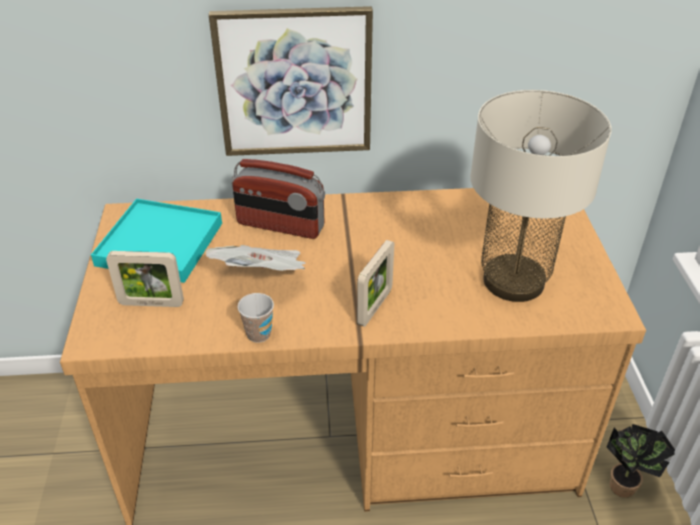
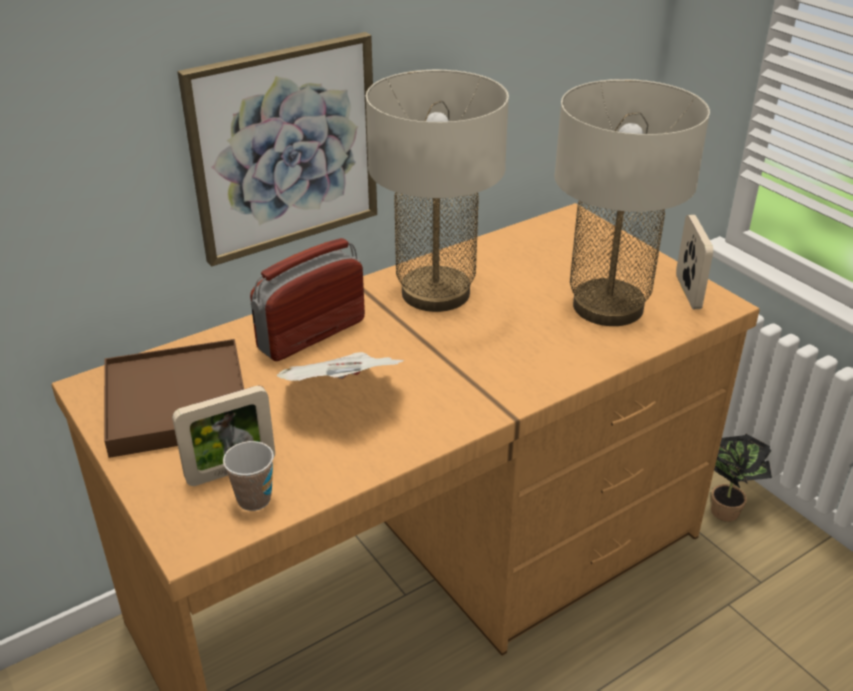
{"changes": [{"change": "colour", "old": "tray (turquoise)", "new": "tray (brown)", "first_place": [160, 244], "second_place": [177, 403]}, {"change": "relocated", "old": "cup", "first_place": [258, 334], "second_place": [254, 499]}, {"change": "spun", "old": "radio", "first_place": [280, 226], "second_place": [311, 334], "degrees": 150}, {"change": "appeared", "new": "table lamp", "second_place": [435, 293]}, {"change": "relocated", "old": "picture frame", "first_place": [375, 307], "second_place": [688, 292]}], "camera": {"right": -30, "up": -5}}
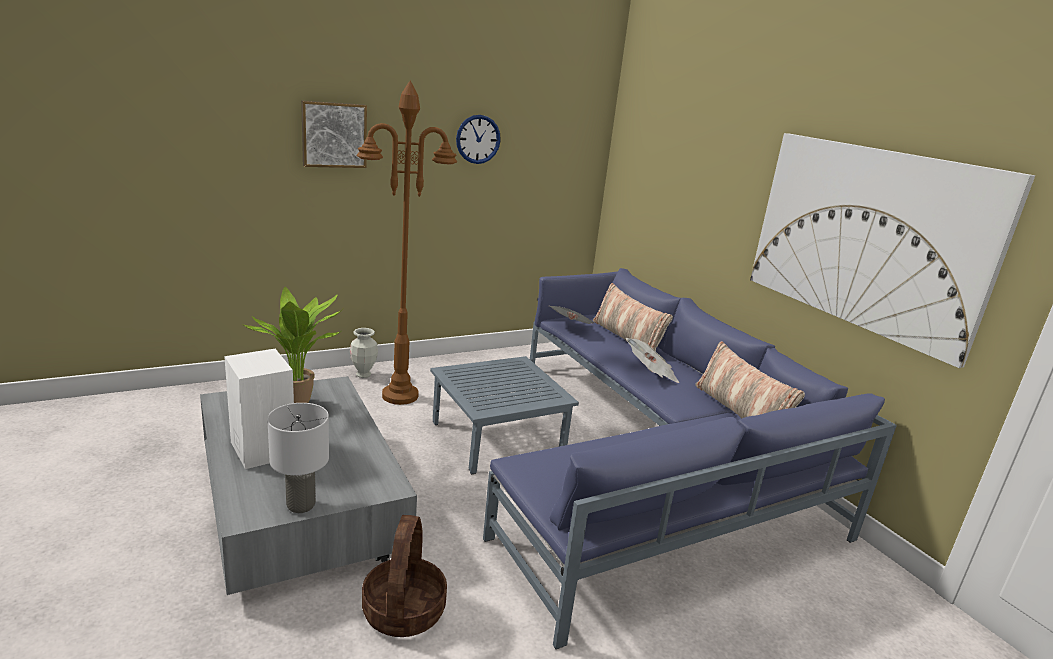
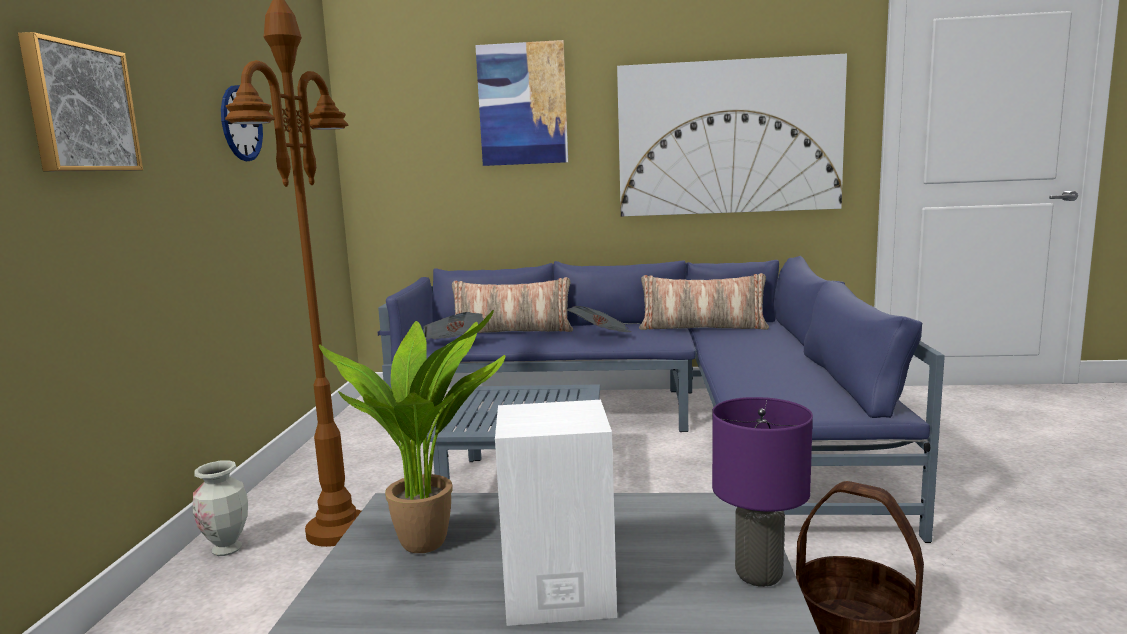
{"changes": [{"change": "appeared", "new": "picture", "second_place": [522, 104]}, {"change": "colour", "old": "table lamp (white)", "new": "table lamp (purple)", "first_place": [299, 506], "second_place": [759, 577]}], "camera": {"right": -55, "up": -10}}
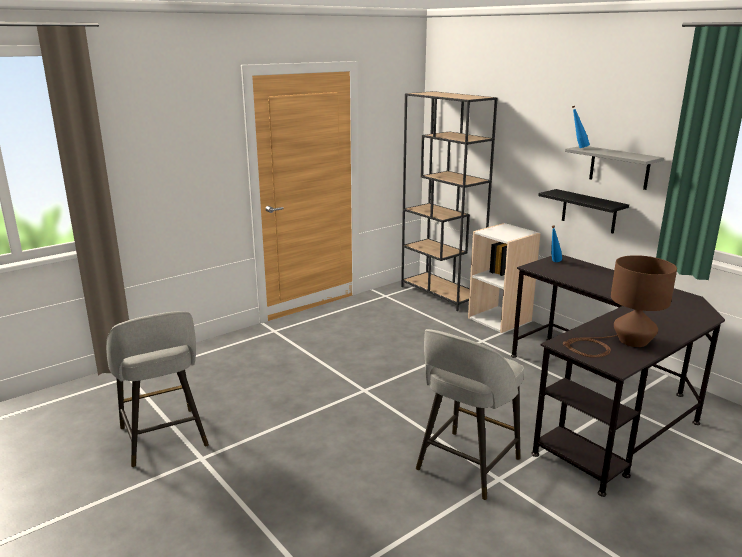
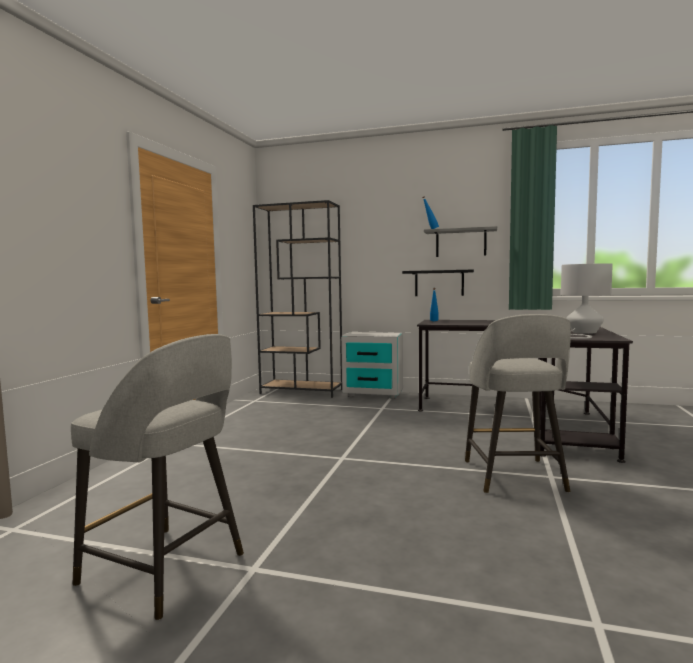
{"changes": [{"change": "exchanged", "old": "bookcase", "new": "nightstand (white)", "first_place": [500, 319], "second_place": [373, 395]}, {"change": "colour", "old": "table lamp (brown)", "new": "table lamp (white)", "first_place": [615, 343], "second_place": [579, 334]}], "camera": {"right": -35, "up": -15}}
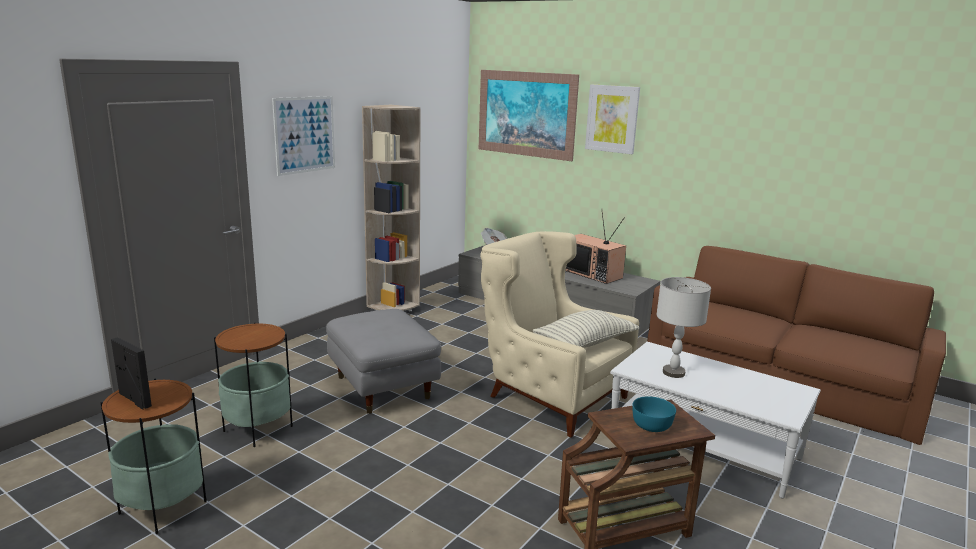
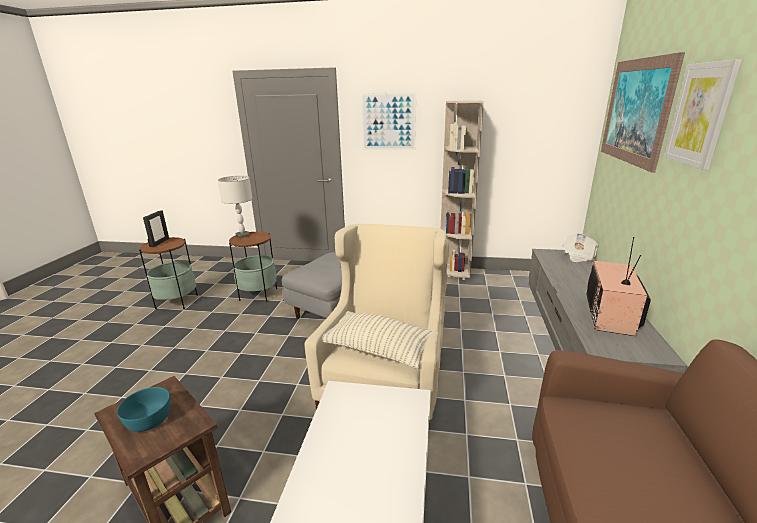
{"changes": [{"change": "relocated", "old": "table lamp (grey)", "first_place": [674, 373], "second_place": [242, 235]}], "camera": {"right": 65, "up": 5}}
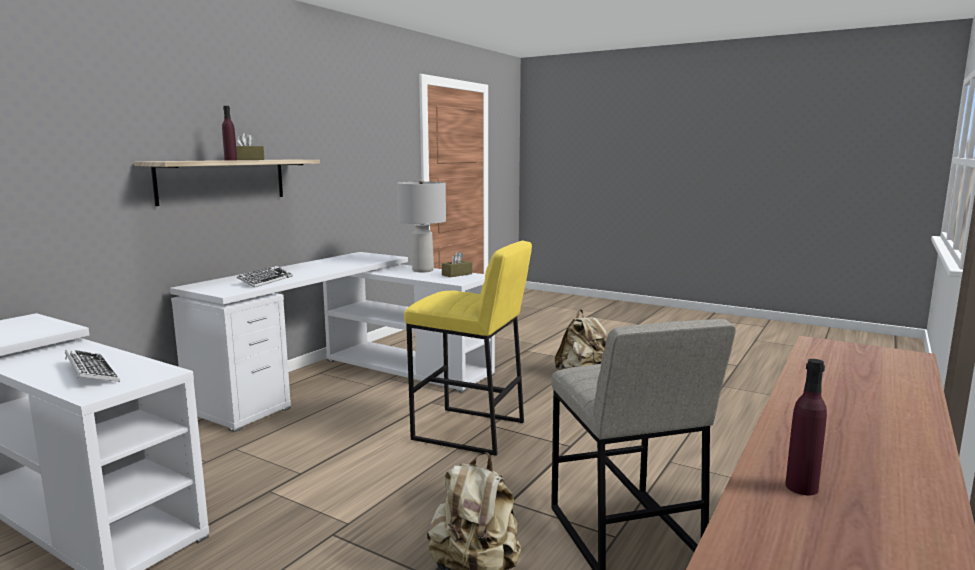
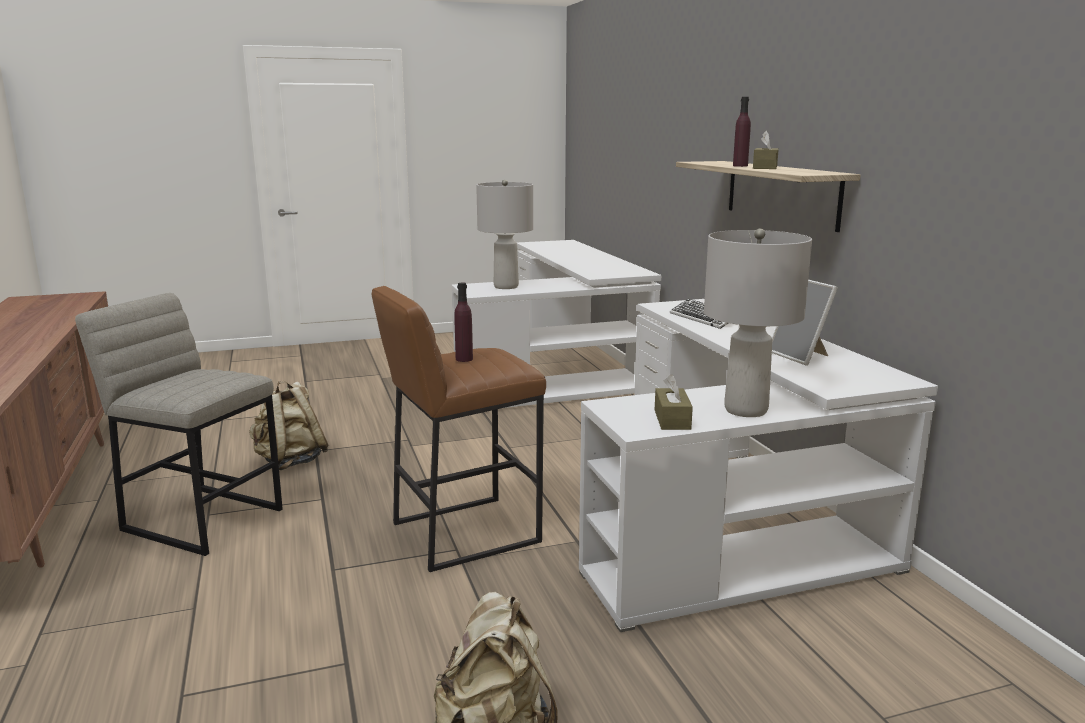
{"changes": [{"change": "colour", "old": "stool (yellow)", "new": "stool (brown)", "first_place": [470, 431], "second_place": [463, 533]}, {"change": "relocated", "old": "bottle (purple)", "first_place": [801, 487], "second_place": [464, 359]}, {"change": "exchanged", "old": "keyboard", "new": "table lamp (grey)", "first_place": [91, 372], "second_place": [506, 286]}, {"change": "appeared", "new": "picture frame", "second_place": [801, 356]}], "camera": {"right": 130, "up": 5}}
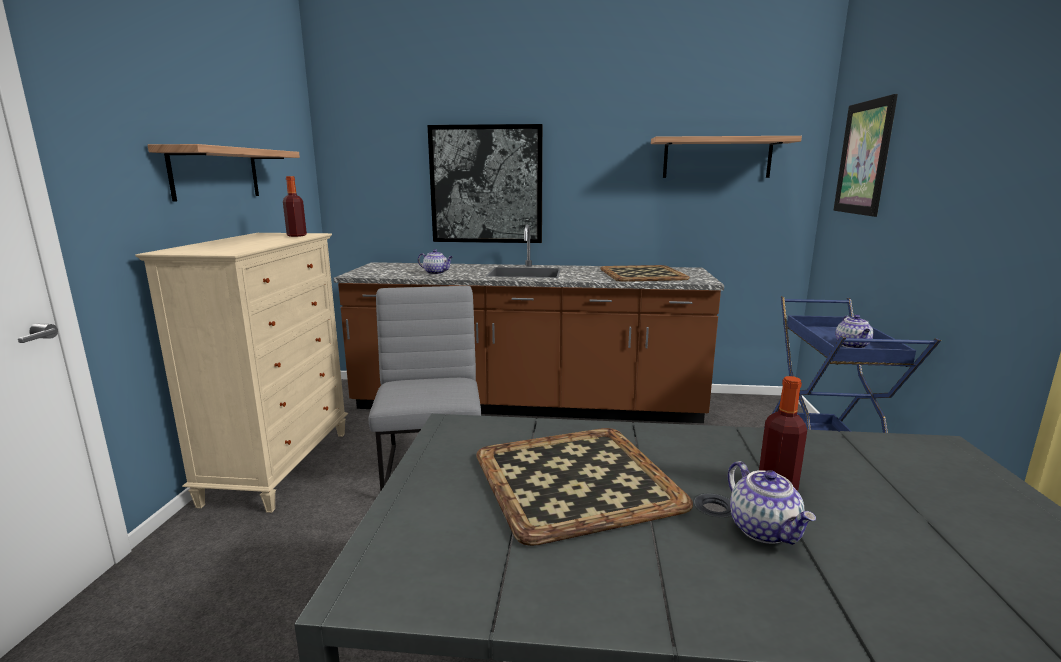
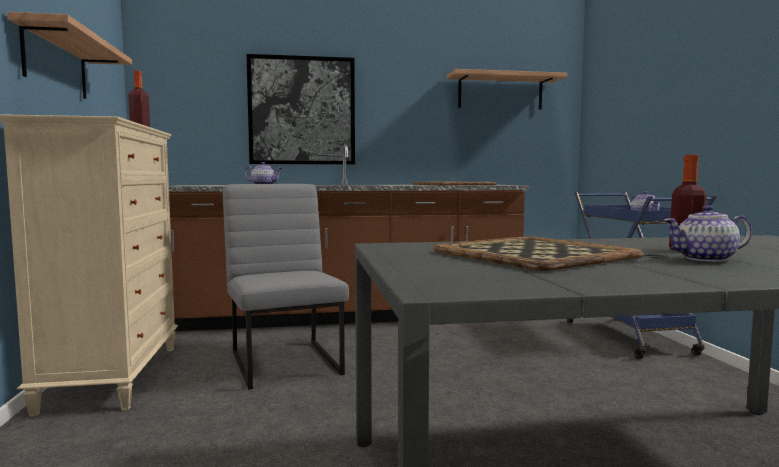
{"changes": [{"change": "spun", "old": "teapot", "first_place": [764, 530], "second_place": [705, 259], "degrees": 120}, {"change": "missing", "old": "picture", "first_place": [864, 158]}], "camera": {"right": -15, "up": -10}}
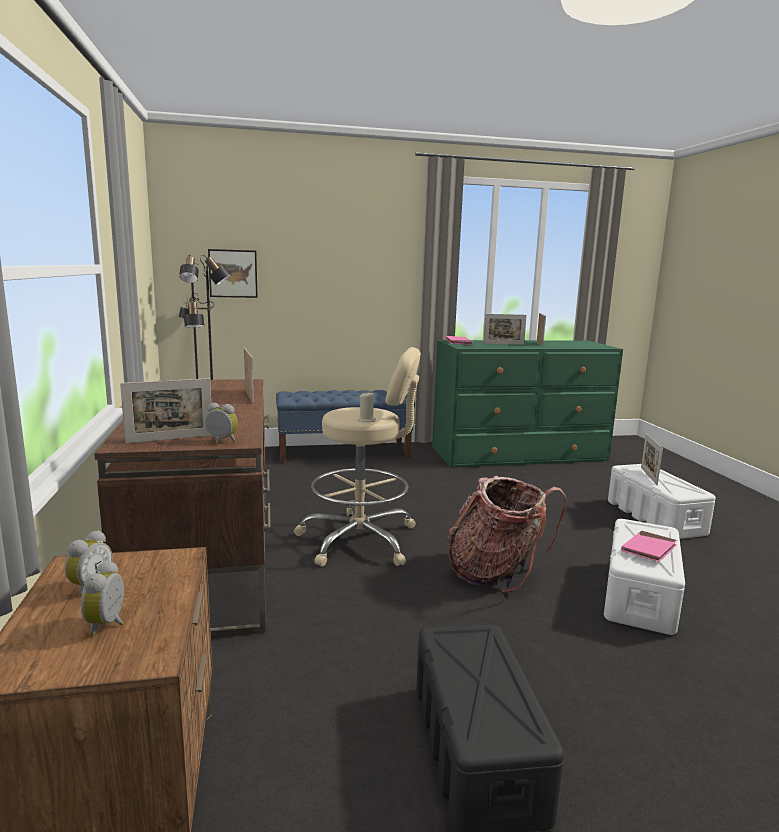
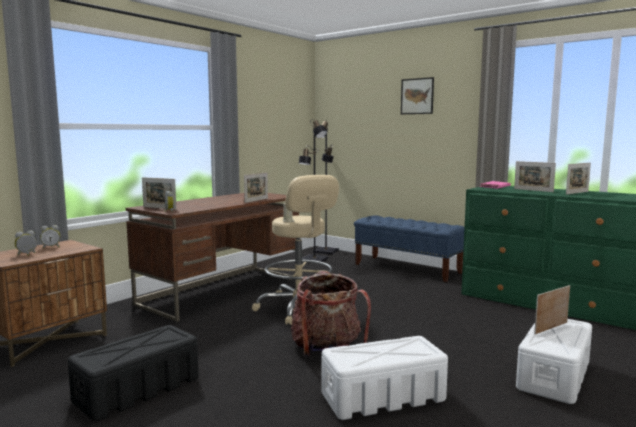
{"changes": [{"change": "relocated", "old": "picture", "first_place": [233, 273], "second_place": [417, 96]}, {"change": "missing", "old": "book (pink)", "first_place": [649, 549]}], "camera": {"right": 50, "up": -5}}
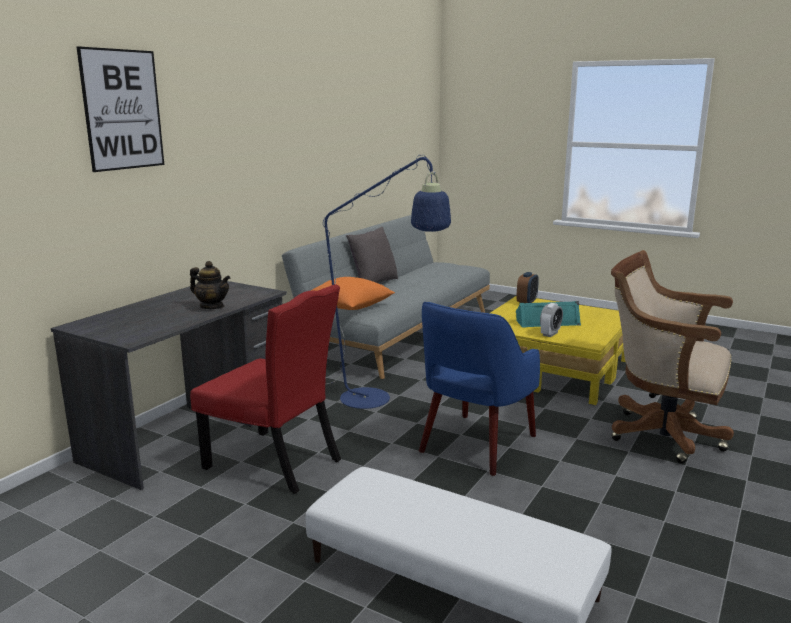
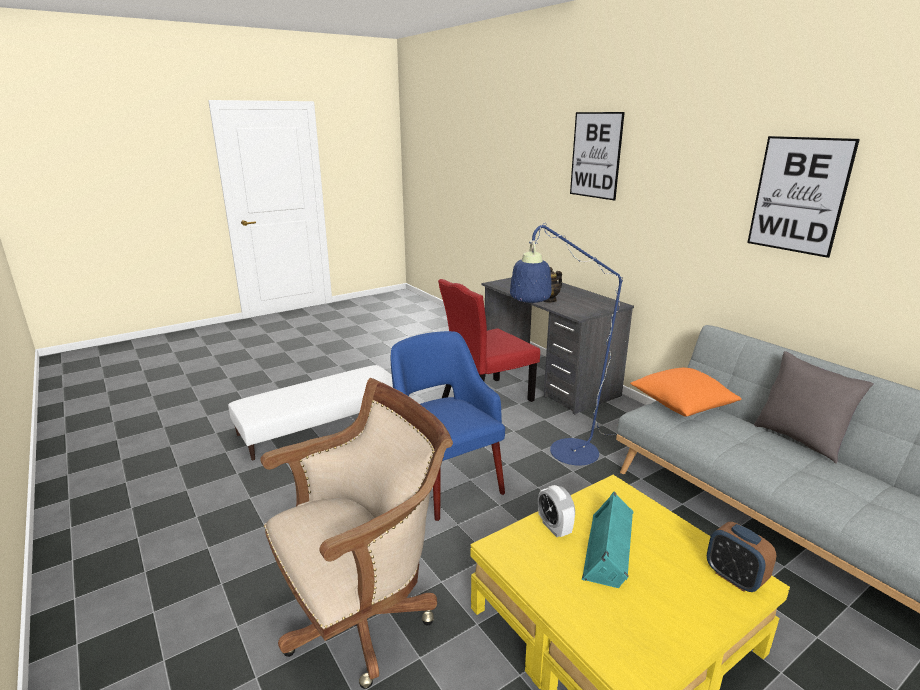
{"changes": [{"change": "appeared", "new": "picture", "second_place": [798, 195]}], "camera": {"right": 115, "up": 5}}
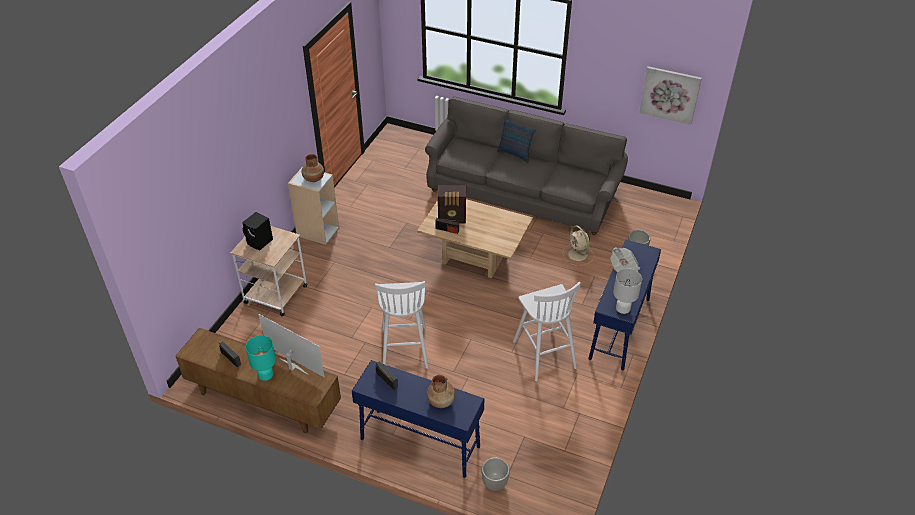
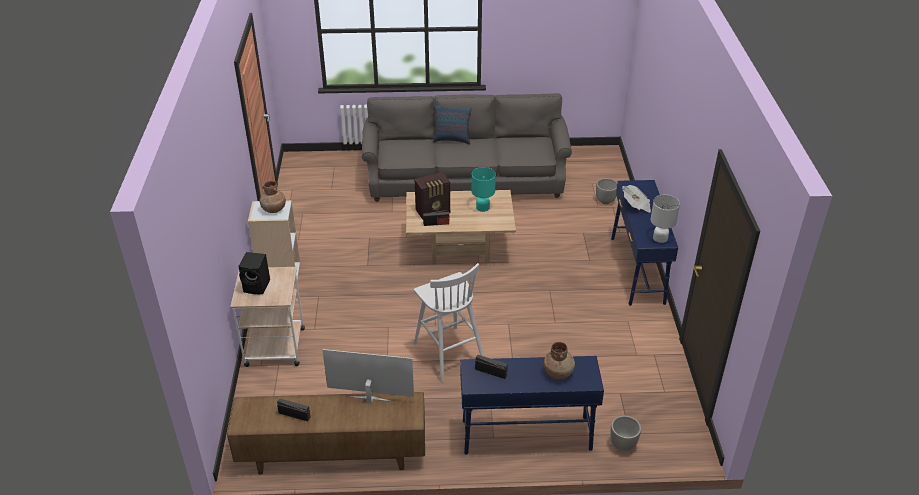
{"changes": [{"change": "relocated", "old": "table lamp (turquoise)", "first_place": [266, 374], "second_place": [482, 207]}, {"change": "missing", "old": "stool (white)", "first_place": [543, 353]}, {"change": "missing", "old": "fan (beige)", "first_place": [578, 255]}, {"change": "missing", "old": "picture", "first_place": [670, 94]}], "camera": {"right": -25, "up": -5}}
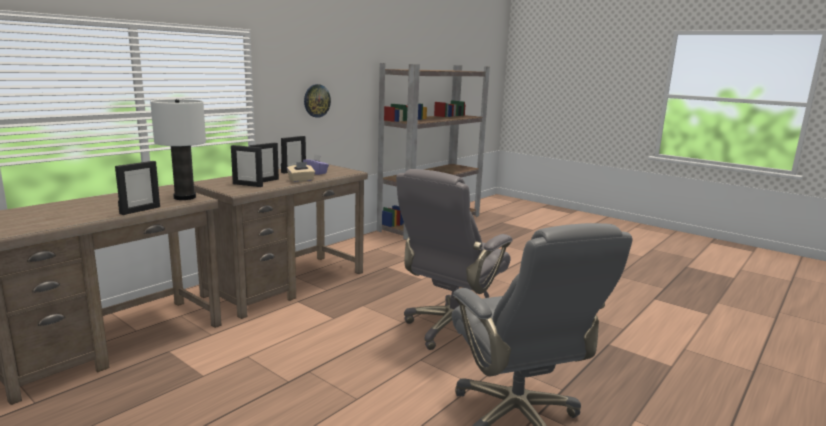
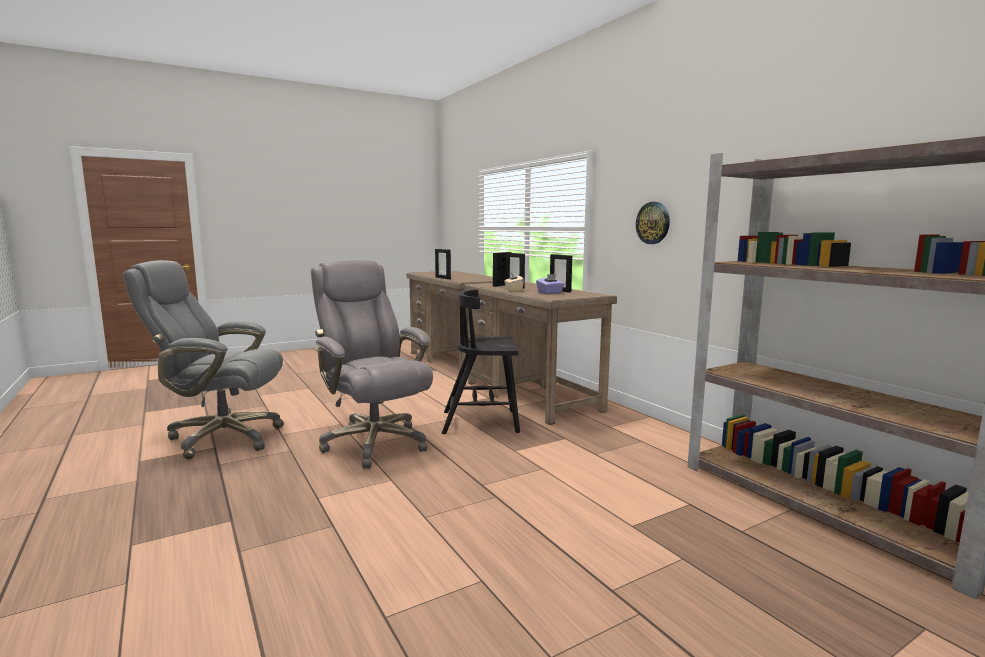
{"changes": [{"change": "appeared", "new": "chair (black)", "second_place": [482, 421]}, {"change": "missing", "old": "table lamp (white)", "first_place": [184, 197]}], "camera": {"right": 110, "up": -5}}
